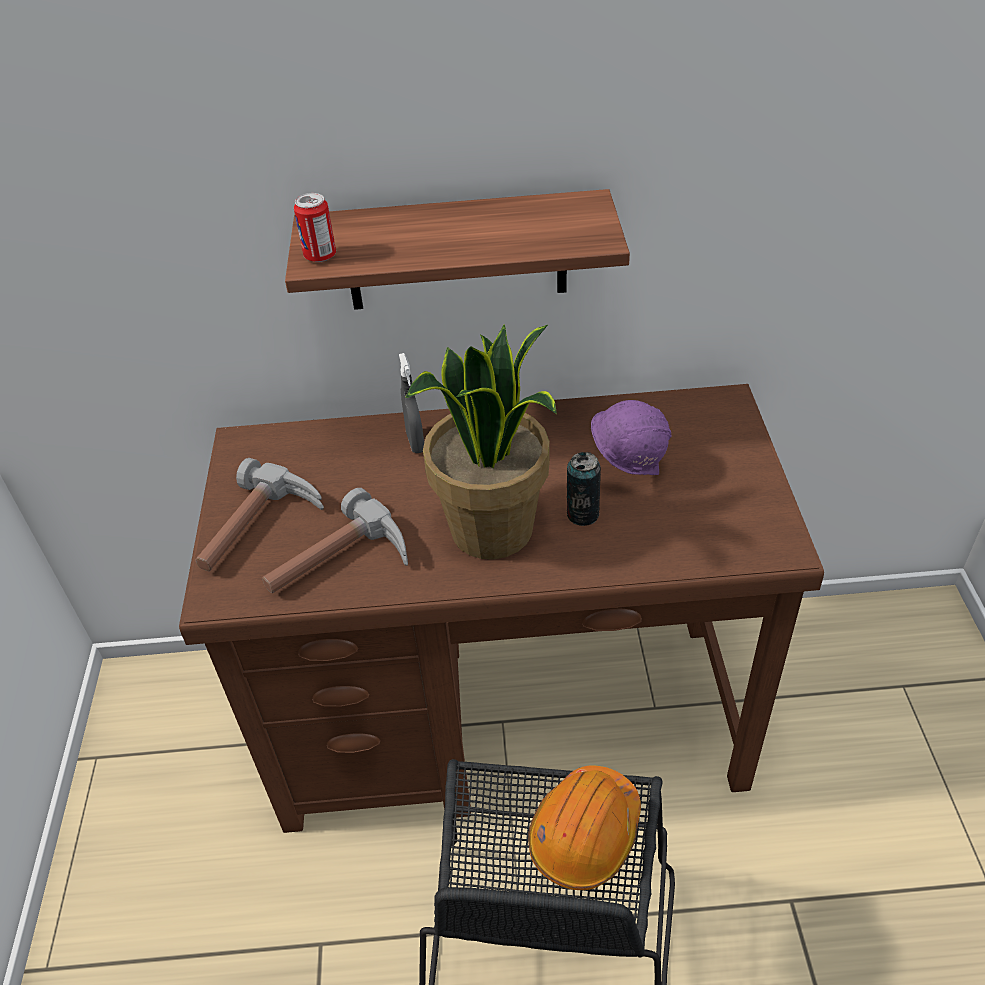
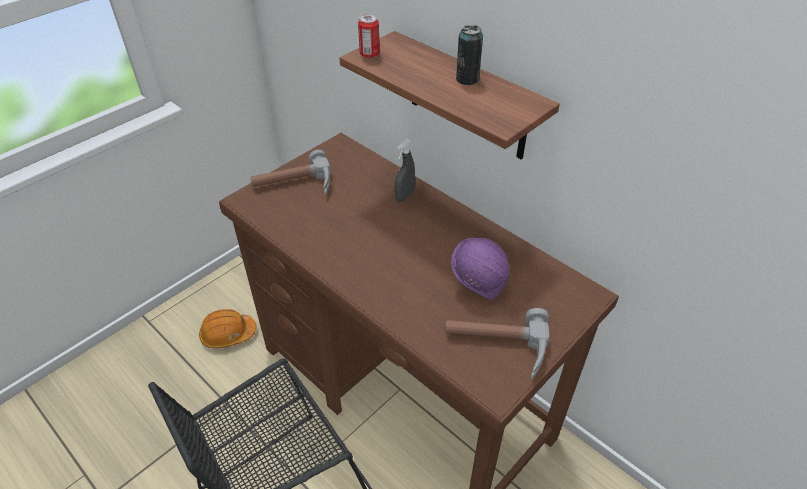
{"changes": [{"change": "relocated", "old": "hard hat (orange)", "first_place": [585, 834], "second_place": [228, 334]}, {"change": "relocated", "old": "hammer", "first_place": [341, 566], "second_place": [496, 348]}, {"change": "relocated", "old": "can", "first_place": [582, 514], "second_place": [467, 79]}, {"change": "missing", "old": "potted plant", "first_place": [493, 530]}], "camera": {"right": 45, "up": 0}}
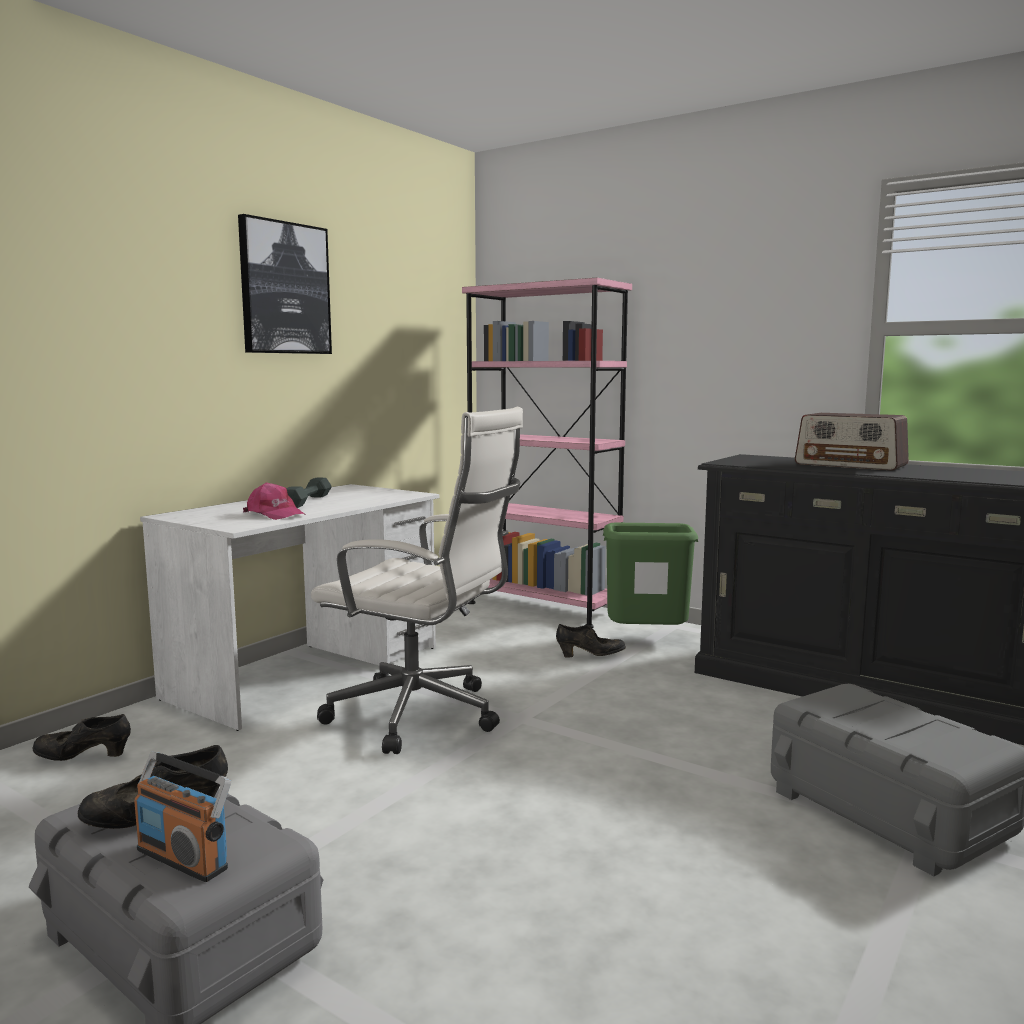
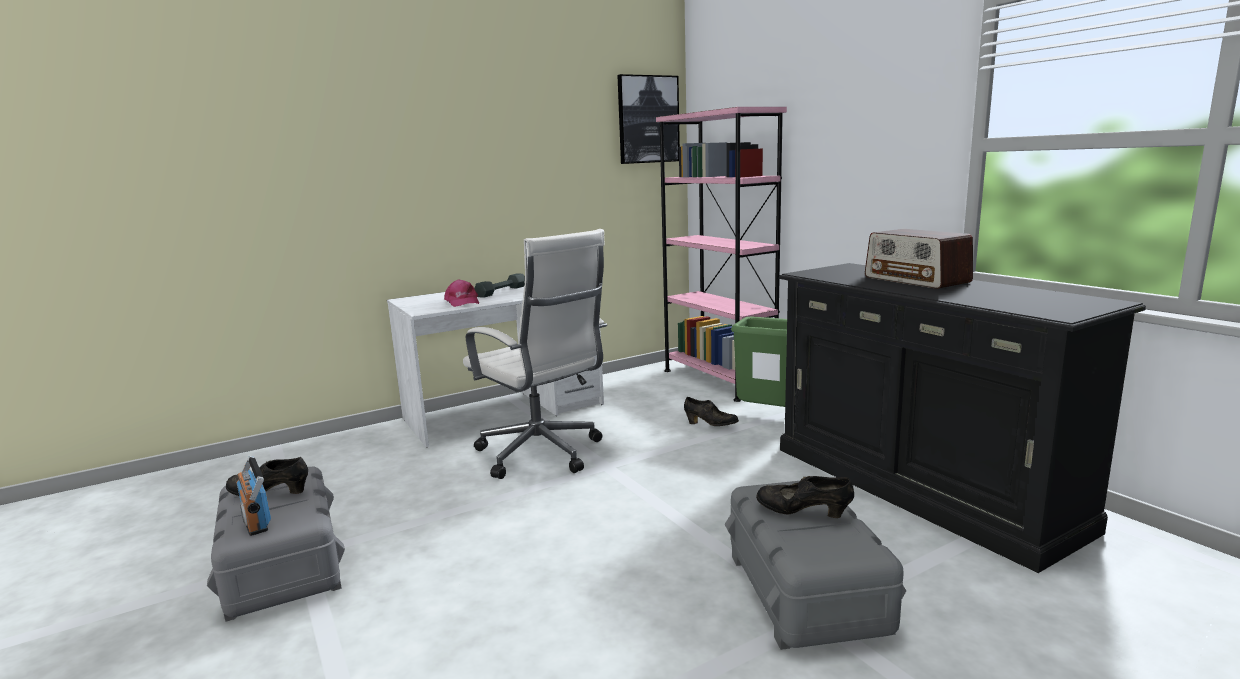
{"changes": [{"change": "relocated", "old": "picture", "first_place": [284, 288], "second_place": [648, 119]}, {"change": "relocated", "old": "shoe (black)", "first_place": [84, 757], "second_place": [803, 513]}], "camera": {"right": 25, "up": 5}}
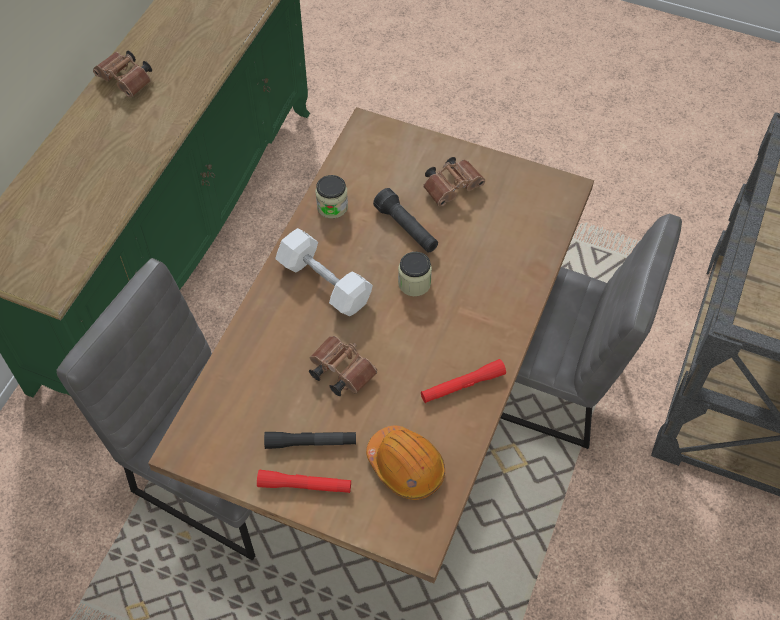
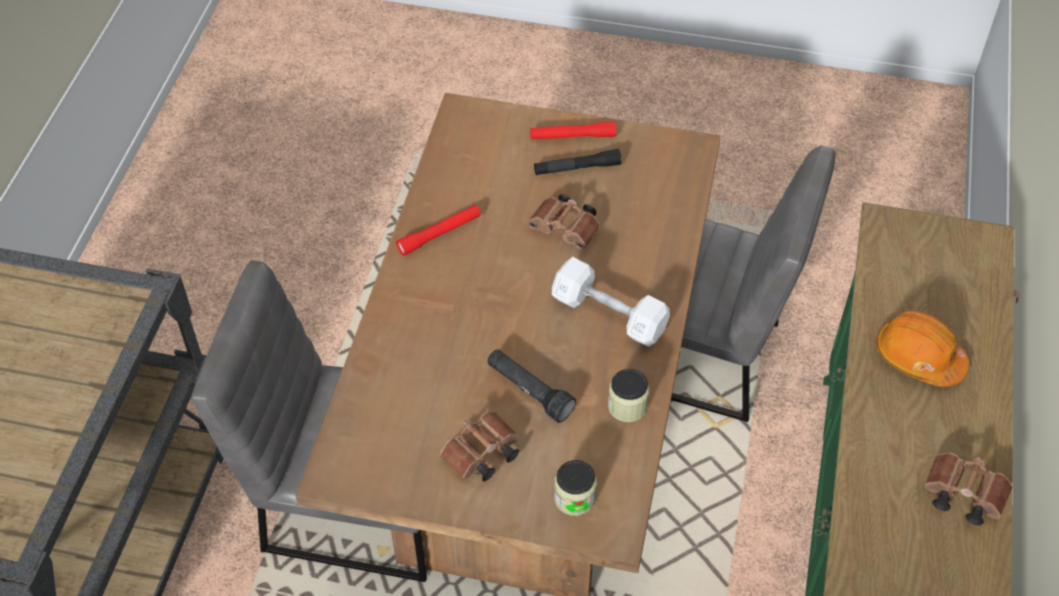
{"changes": [{"change": "relocated", "old": "jar", "first_place": [414, 283], "second_place": [574, 498]}, {"change": "relocated", "old": "hard hat (orange)", "first_place": [406, 466], "second_place": [918, 357]}], "camera": {"right": 170, "up": -5}}
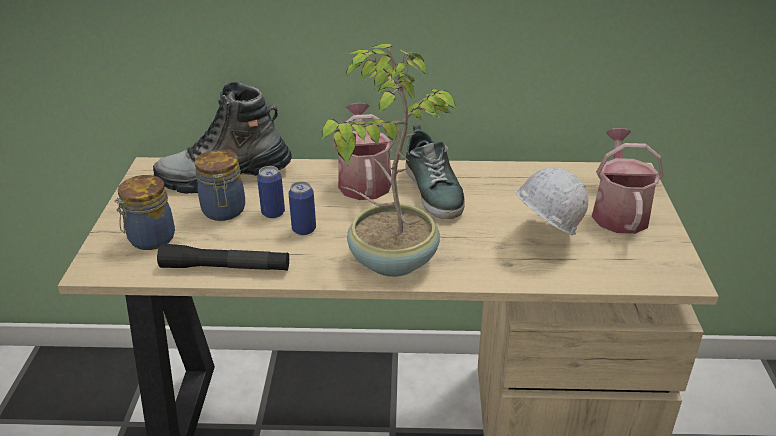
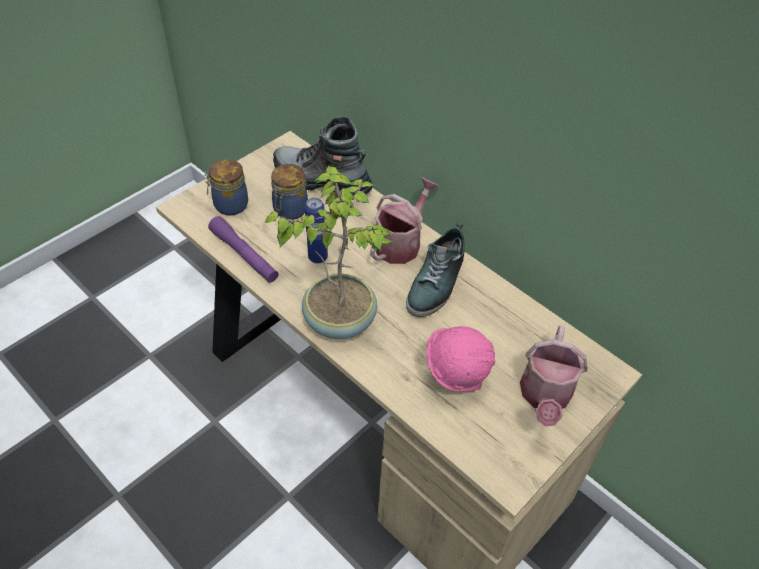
{"changes": [{"change": "colour", "old": "flashlight (black)", "new": "flashlight (purple)", "first_place": [225, 268], "second_place": [244, 255]}, {"change": "colour", "old": "hard hat (white)", "new": "hard hat (pink)", "first_place": [543, 239], "second_place": [455, 377]}, {"change": "spun", "old": "watering can", "first_place": [618, 211], "second_place": [544, 396], "degrees": 150}], "camera": {"right": 40, "up": 15}}
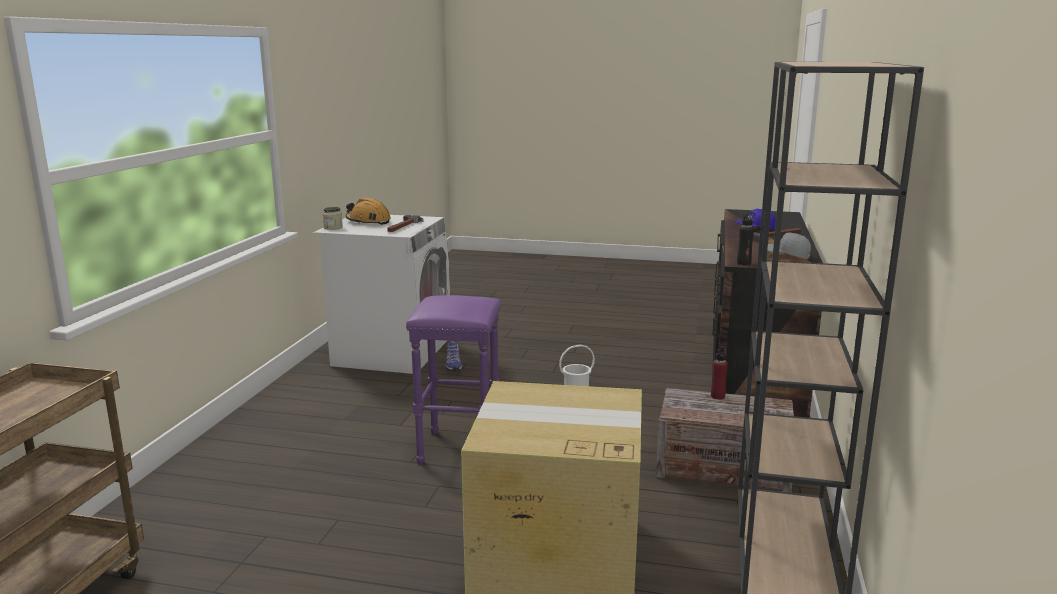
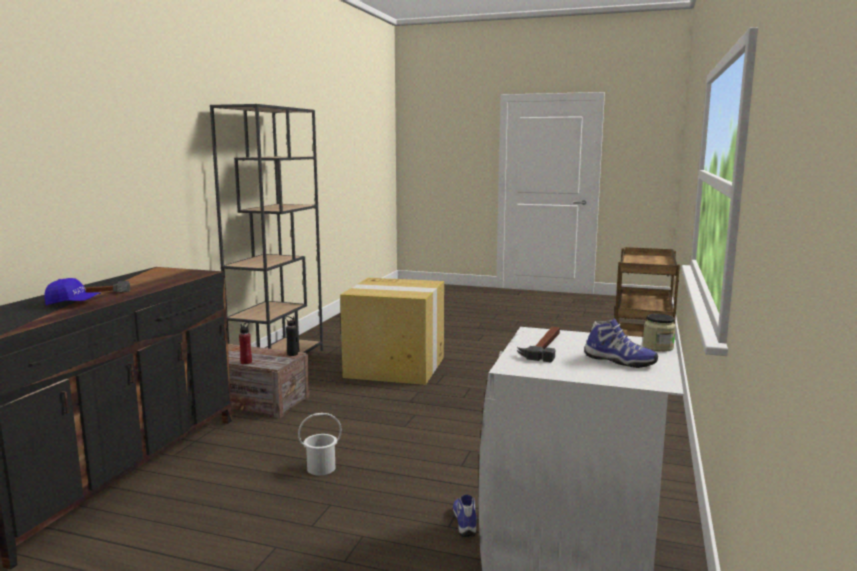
{"changes": [{"change": "relocated", "old": "bottle (black)", "first_place": [744, 263], "second_place": [292, 354]}, {"change": "exchanged", "old": "hard hat (orange)", "new": "shoe", "first_place": [368, 221], "second_place": [619, 361]}, {"change": "missing", "old": "stool (purple)", "first_place": [460, 449]}, {"change": "missing", "old": "cap (grey)", "first_place": [785, 255]}], "camera": {"right": -175, "up": -5}}
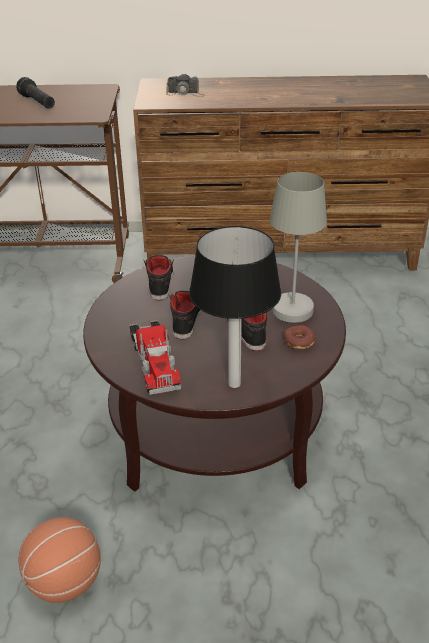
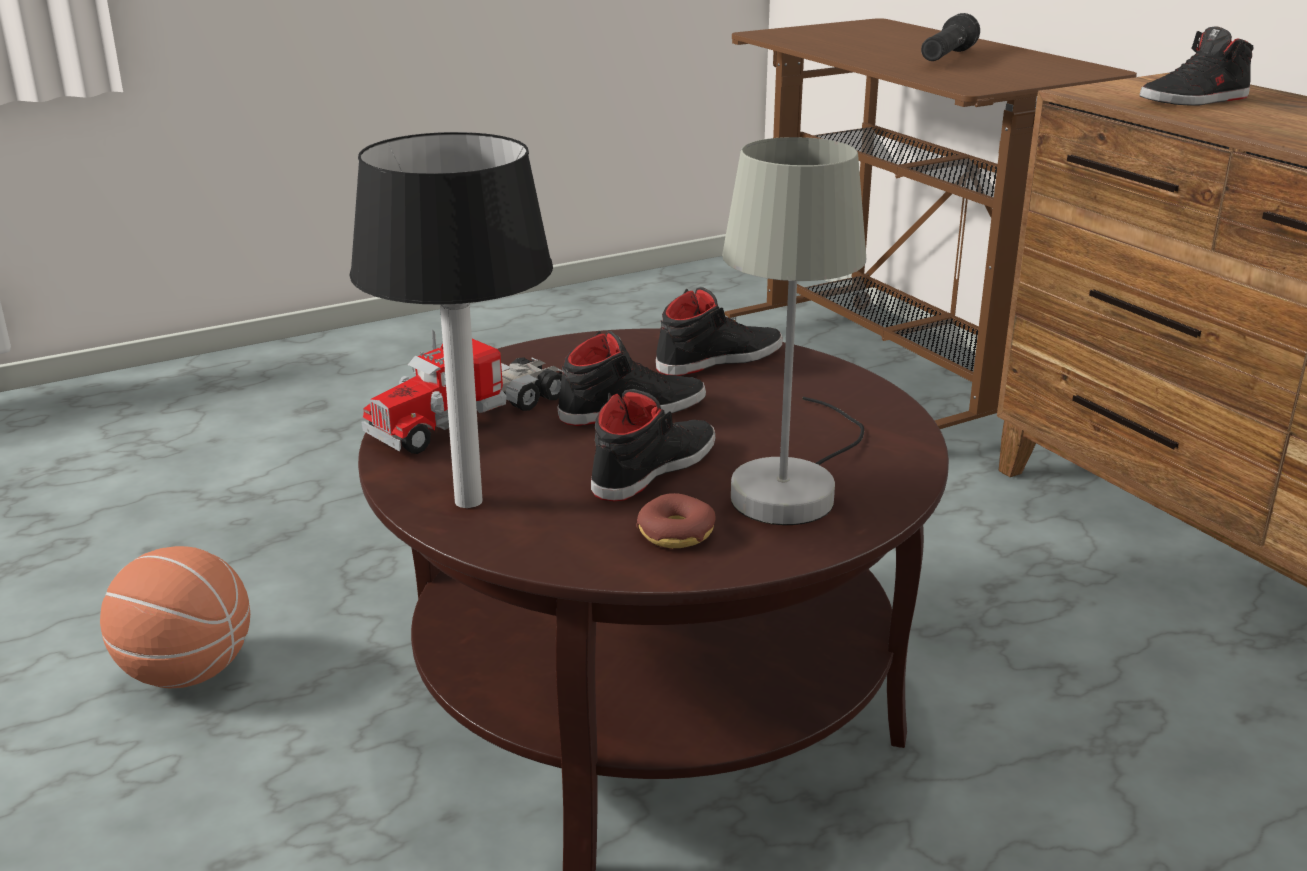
{"changes": [{"change": "exchanged", "old": "photo camera", "new": "shoe (black)", "first_place": [185, 93], "second_place": [1195, 100]}], "camera": {"right": 60, "up": -10}}
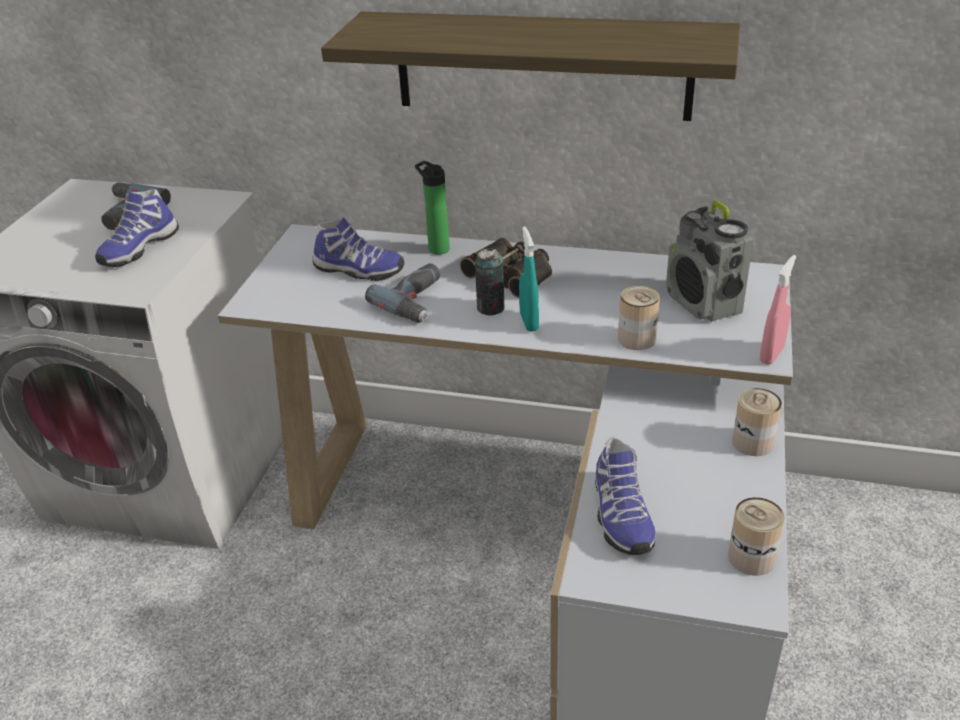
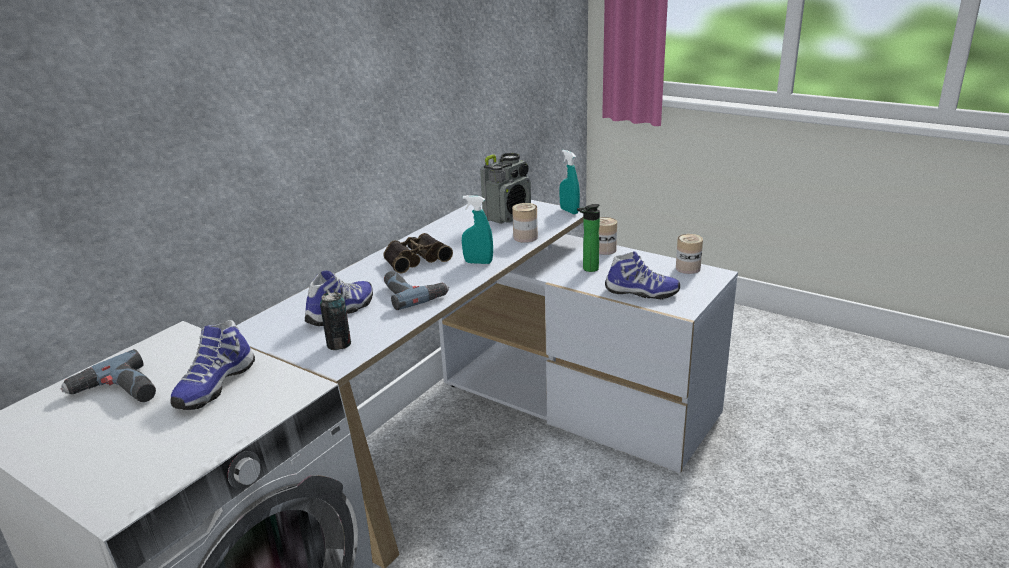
{"changes": [{"change": "spun", "old": "shoe", "first_place": [138, 248], "second_place": [214, 385], "degrees": 60}, {"change": "relocated", "old": "can", "first_place": [490, 308], "second_place": [339, 344]}, {"change": "spun", "old": "radio", "first_place": [703, 304], "second_place": [507, 216], "degrees": -45}, {"change": "colour", "old": "spray bottle (pink)", "new": "spray bottle (turquoise)", "first_place": [771, 355], "second_place": [569, 211]}, {"change": "relocated", "old": "bottle", "first_place": [436, 248], "second_place": [588, 269]}, {"change": "missing", "old": "shelf", "first_place": [542, 65]}], "camera": {"right": -70, "up": -10}}
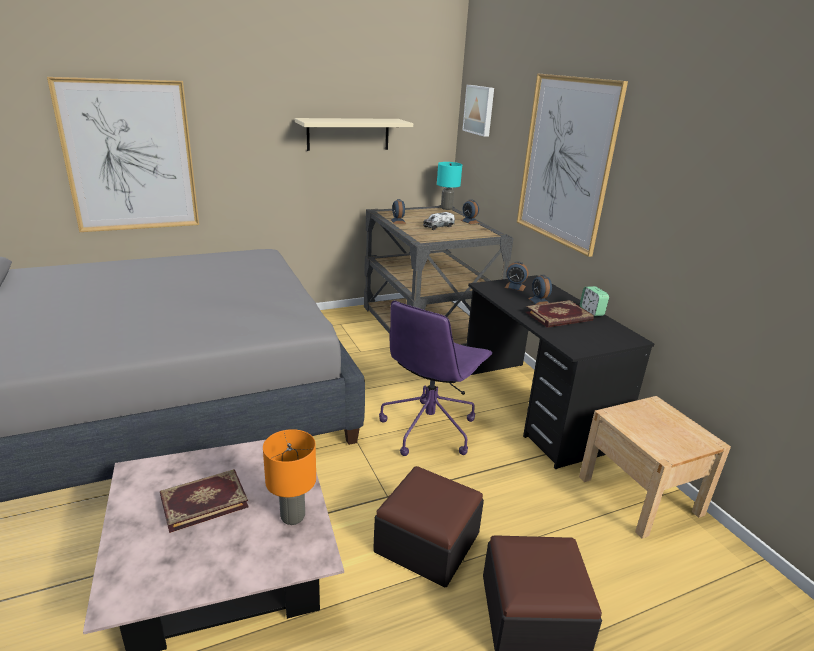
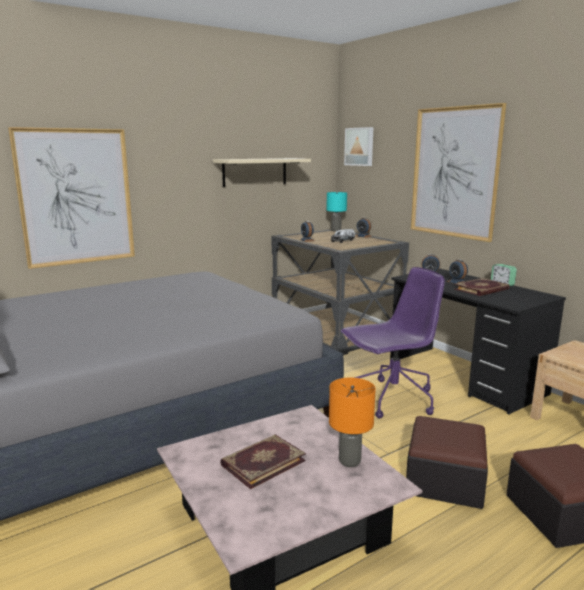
{"changes": [{"change": "spun", "old": "office chair (purple)", "first_place": [431, 427], "second_place": [389, 400], "degrees": -135}], "camera": {"right": -10, "up": -10}}
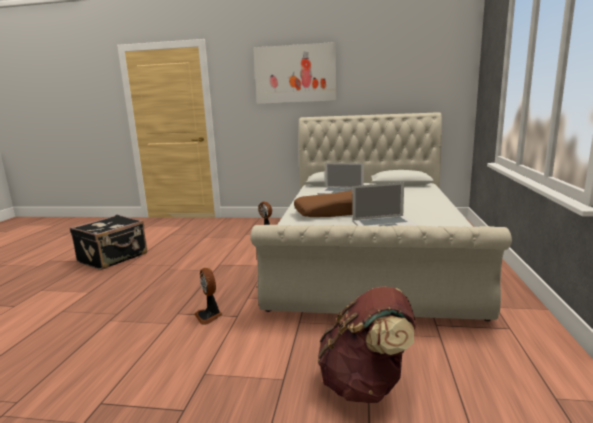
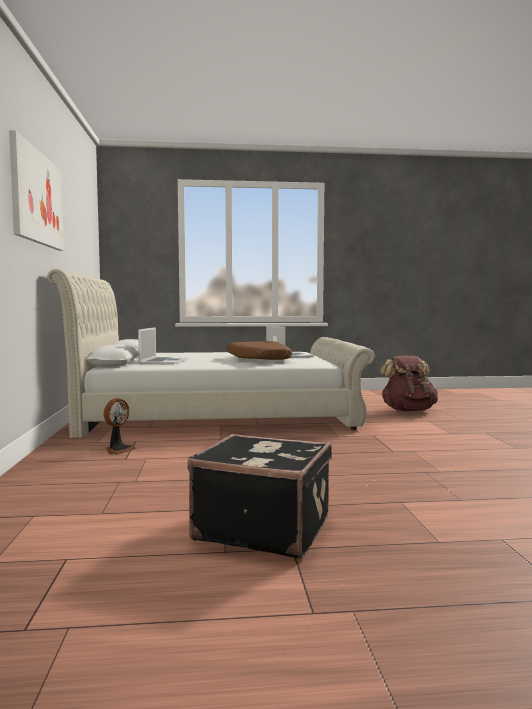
{"changes": [{"change": "missing", "old": "fan", "first_place": [209, 316]}], "camera": {"right": -105, "up": -10}}
